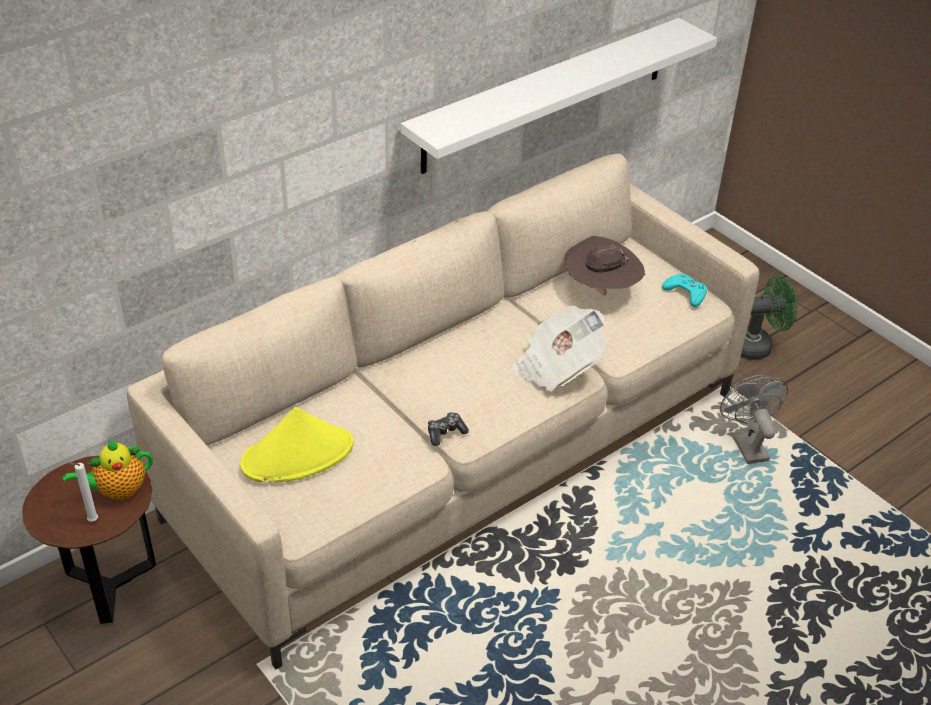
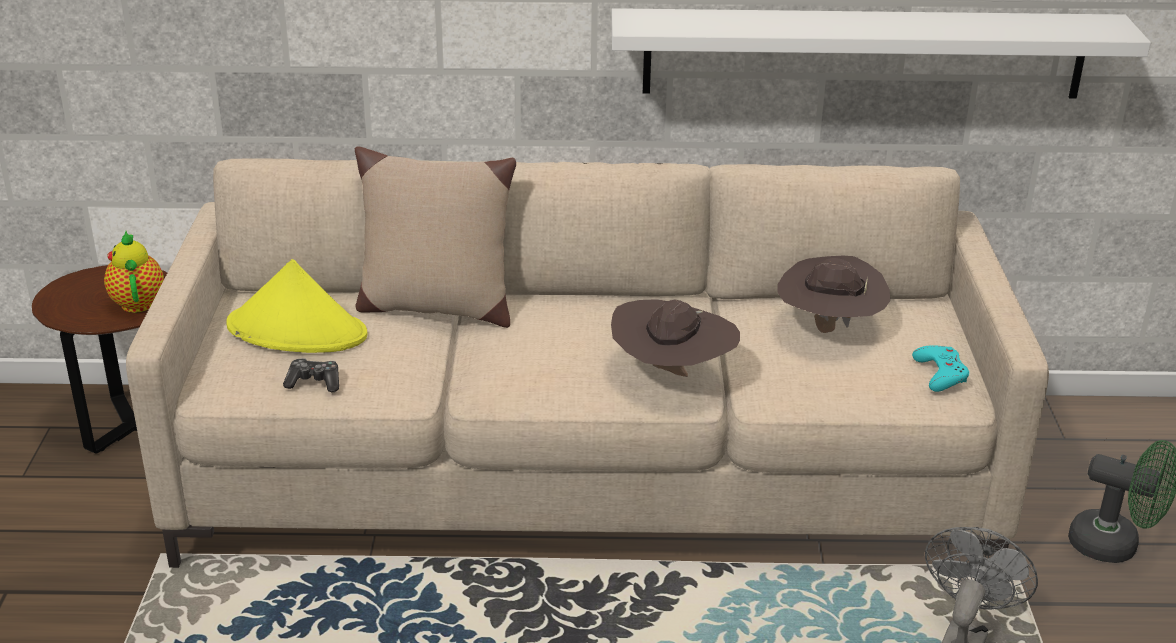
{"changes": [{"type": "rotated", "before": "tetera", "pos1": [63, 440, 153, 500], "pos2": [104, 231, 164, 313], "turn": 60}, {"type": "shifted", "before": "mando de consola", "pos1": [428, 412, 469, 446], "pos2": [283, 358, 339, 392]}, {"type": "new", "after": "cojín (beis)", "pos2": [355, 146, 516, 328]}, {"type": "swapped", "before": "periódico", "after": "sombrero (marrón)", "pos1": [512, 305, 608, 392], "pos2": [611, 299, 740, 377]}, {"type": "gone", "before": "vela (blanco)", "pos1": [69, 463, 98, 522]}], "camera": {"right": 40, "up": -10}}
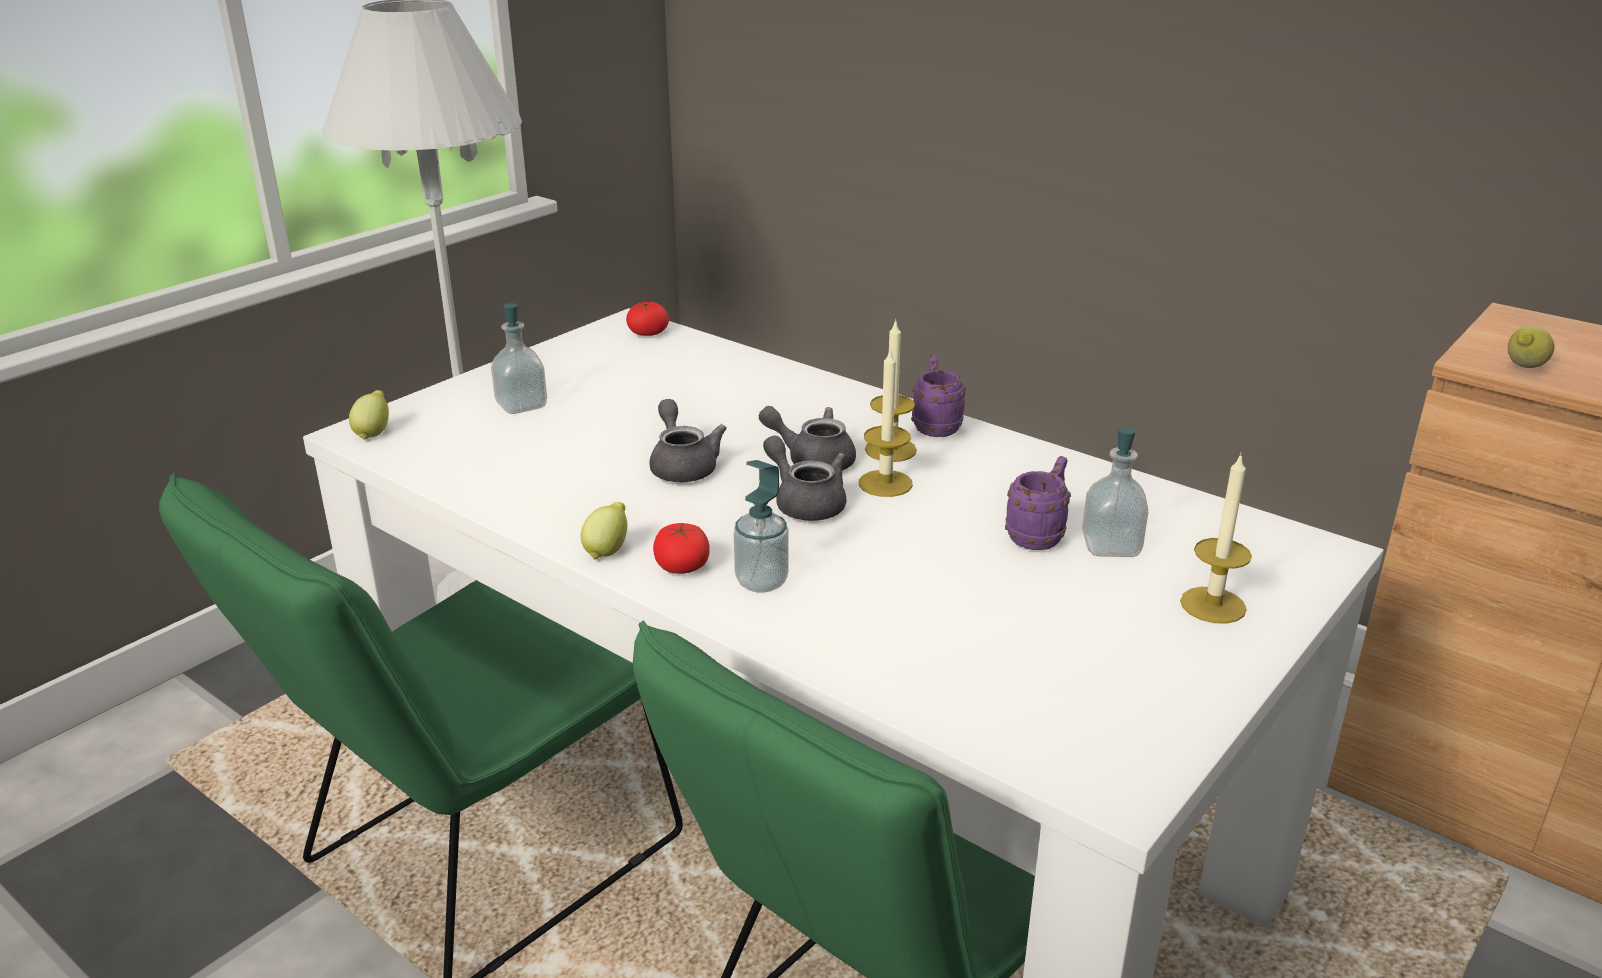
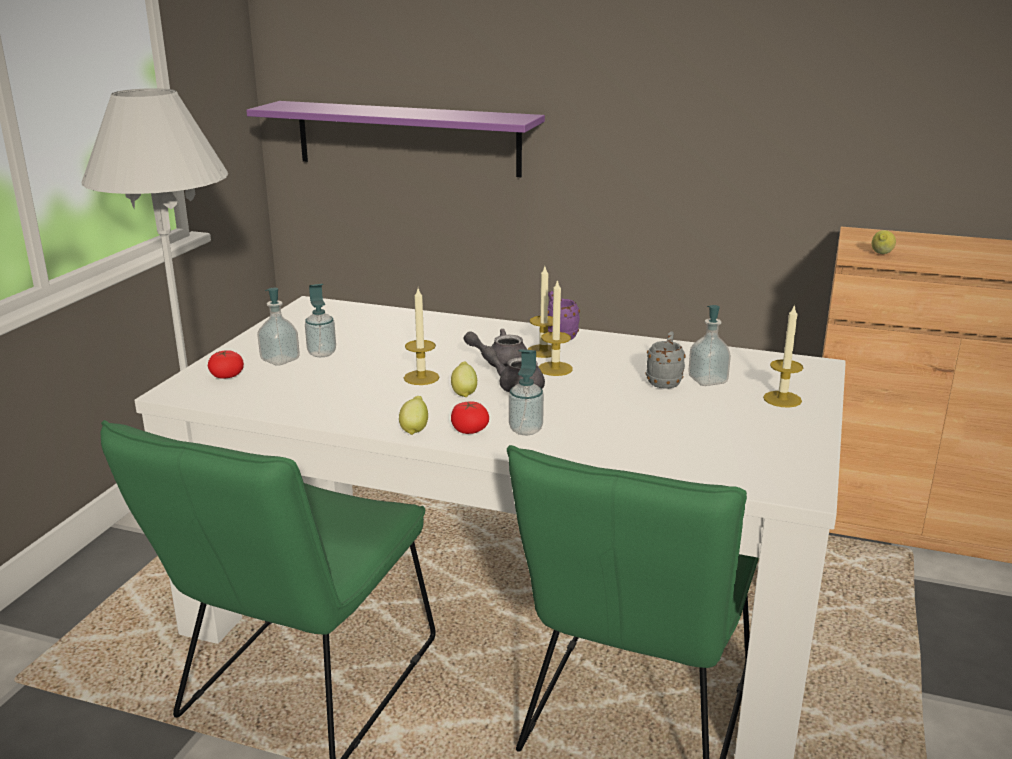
{"changes": [{"type": "shifted", "before": "tomate", "pos1": [626, 302, 669, 336], "pos2": [208, 350, 244, 379]}, {"type": "new", "after": "estante (morado)", "pos2": [246, 101, 545, 177]}, {"type": "new", "after": "dispensador de jabón", "pos2": [305, 284, 336, 357]}, {"type": "swapped", "before": "tetera (gris)", "after": "vela", "pos1": [649, 399, 727, 482], "pos2": [404, 288, 439, 385]}, {"type": "shifted", "before": "limón", "pos1": [349, 390, 389, 440], "pos2": [451, 362, 477, 397]}, {"type": "repainted", "before": "taza grande (morado)", "after": "taza grande (gris)", "pos1": [1005, 456, 1071, 550], "pos2": [646, 331, 686, 389]}], "camera": {"right": -20, "up": -5}}
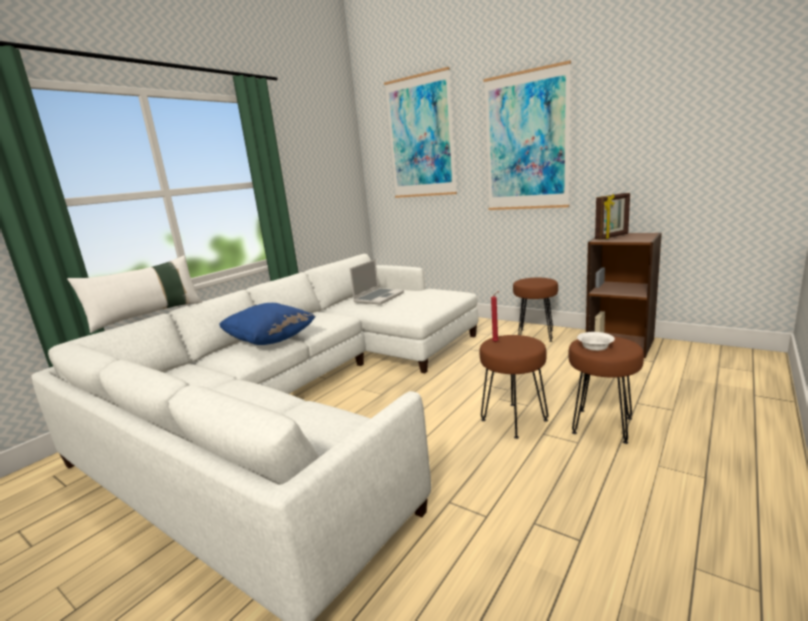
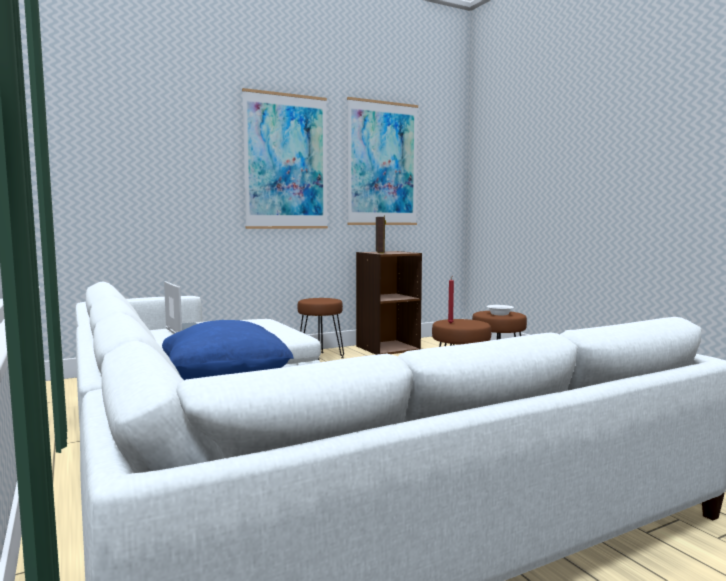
{"changes": [{"type": "shifted", "before": "cuadro", "pos1": [384, 67, 457, 198], "pos2": [347, 97, 418, 225]}, {"type": "gone", "before": "cojín (blanco)", "pos1": [67, 255, 202, 333]}], "camera": {"right": -65, "up": -10}}
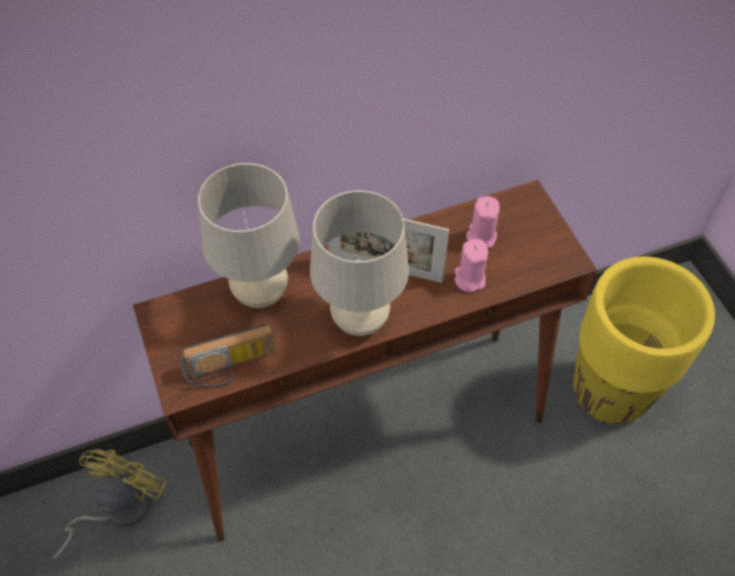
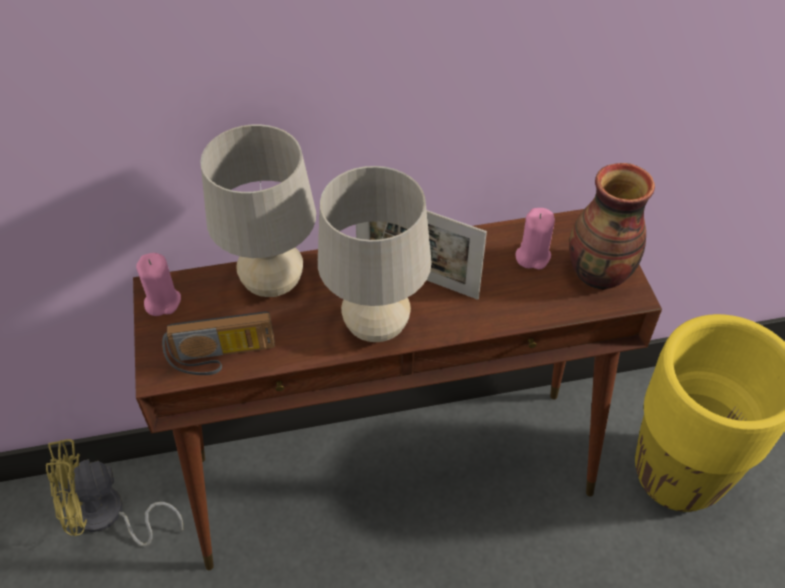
{"changes": [{"type": "rotated", "before": "ventilador (amarillo)", "pos1": [53, 449, 167, 559], "pos2": [46, 439, 183, 547], "turn": -135}, {"type": "shifted", "before": "vela (rosa)", "pos1": [454, 239, 488, 292], "pos2": [136, 253, 181, 316]}, {"type": "new", "after": "florero", "pos2": [569, 163, 655, 290]}], "camera": {"right": 10, "up": -5}}
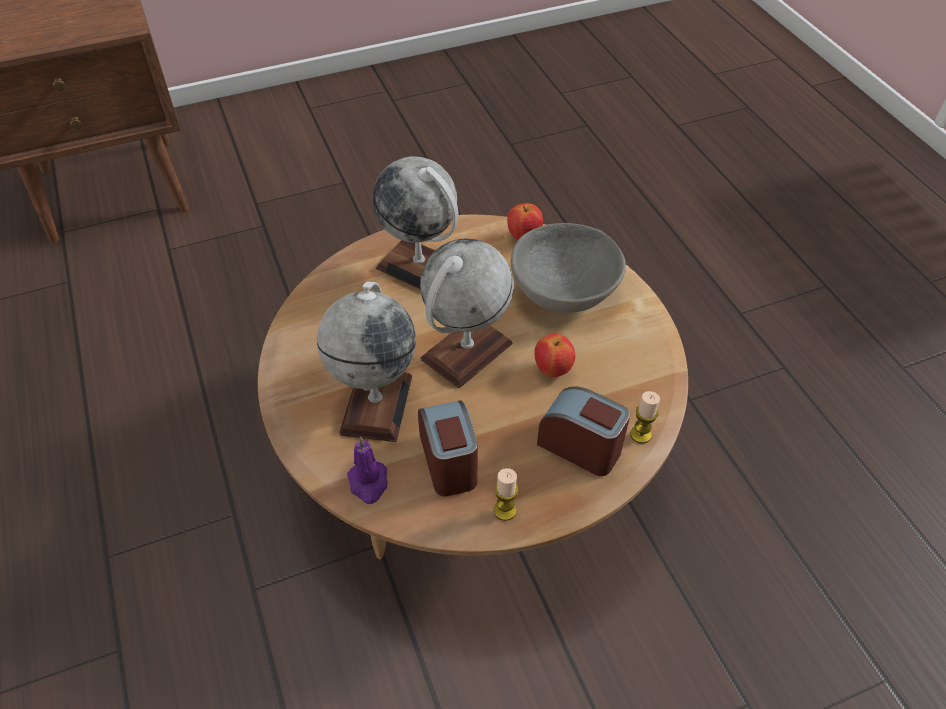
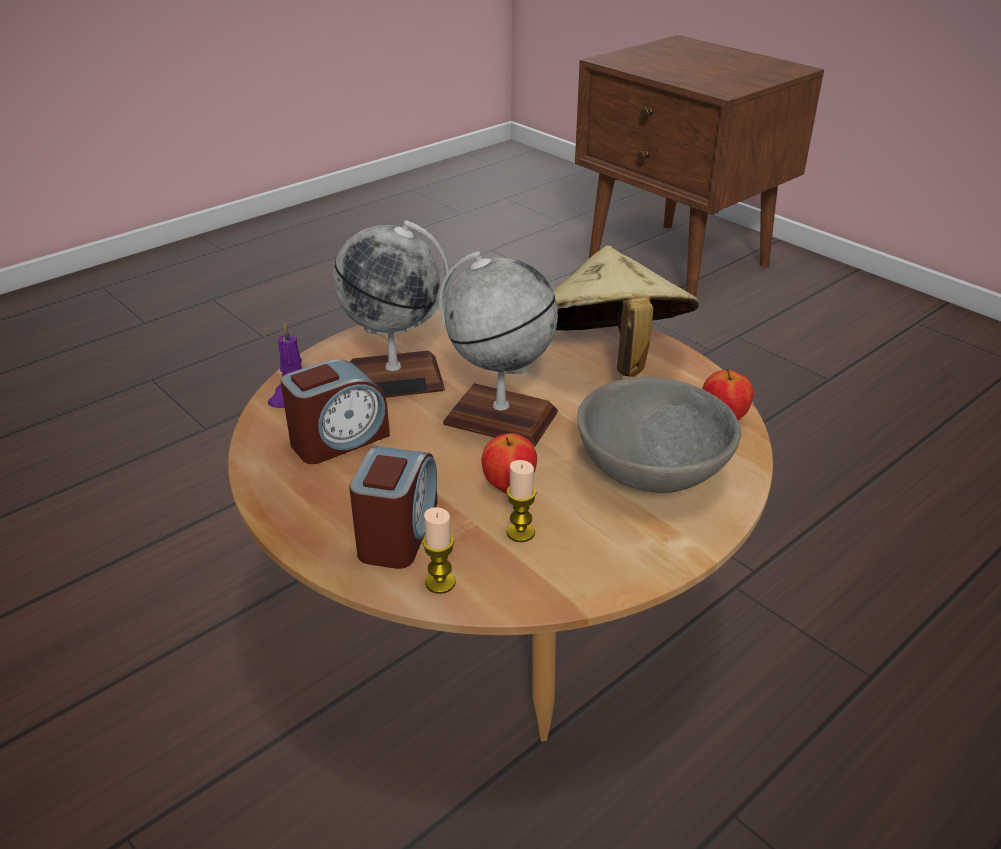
{"changes": [{"type": "shifted", "before": "vela", "pos1": [494, 468, 518, 521], "pos2": [506, 460, 537, 542]}, {"type": "swapped", "before": "globo terráqueo", "after": "sombrero (beis)", "pos1": [372, 157, 459, 290], "pos2": [553, 246, 699, 377]}], "camera": {"right": 70, "up": -15}}
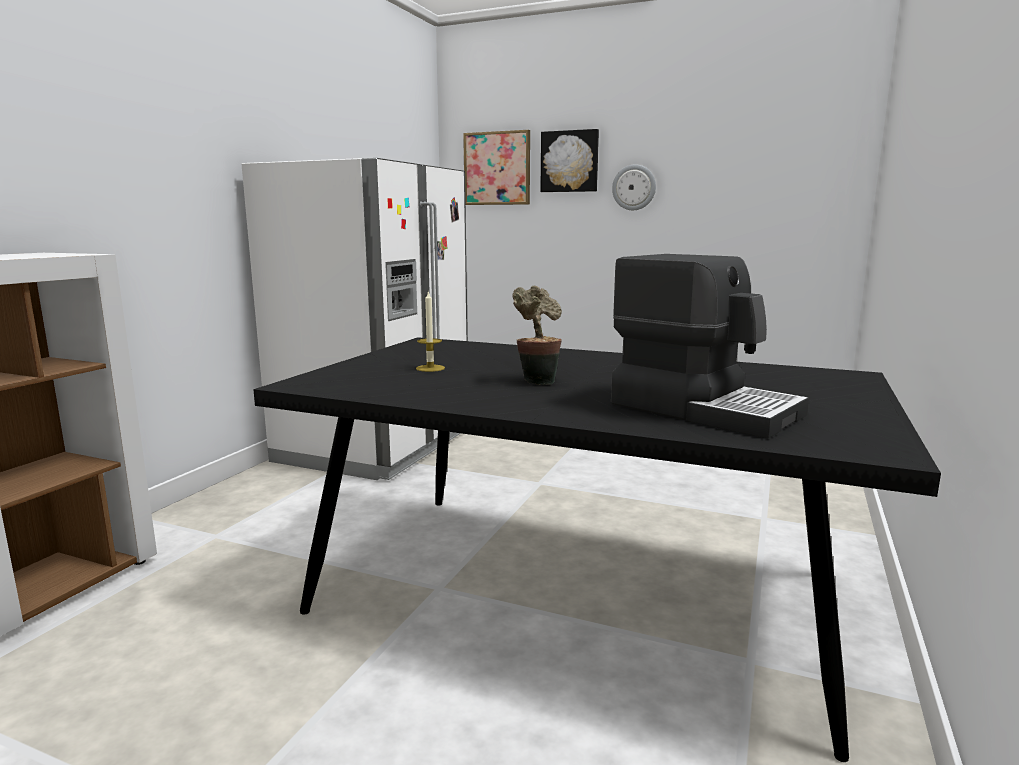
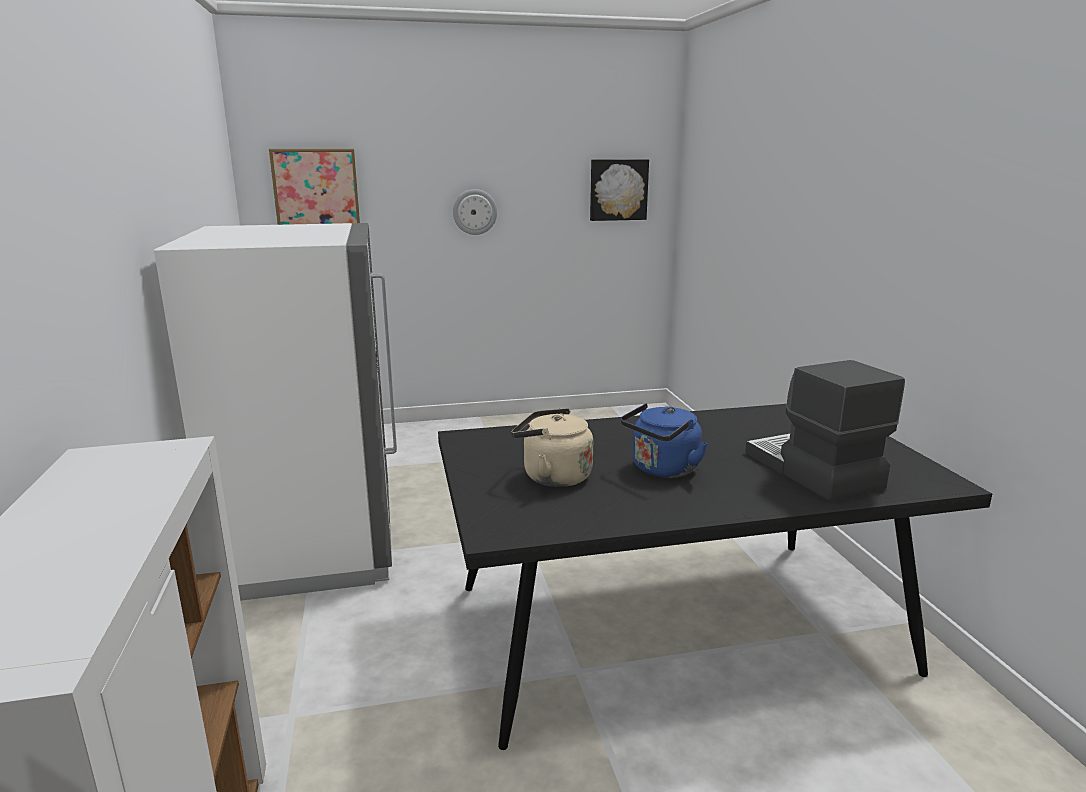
{"changes": [{"type": "swapped", "before": "vela", "after": "hervidor (beis)", "pos1": [416, 292, 445, 372], "pos2": [511, 408, 593, 487]}, {"type": "shifted", "before": "cuadro", "pos1": [540, 129, 599, 192], "pos2": [590, 159, 649, 221]}, {"type": "swapped", "before": "planta en maceta", "after": "hervidor (azul)", "pos1": [512, 286, 562, 385], "pos2": [621, 403, 708, 478]}, {"type": "rotated", "before": "cafetera", "pos1": [611, 254, 809, 438], "pos2": [745, 360, 905, 501], "turn": -120}], "camera": {"right": -35, "up": 5}}
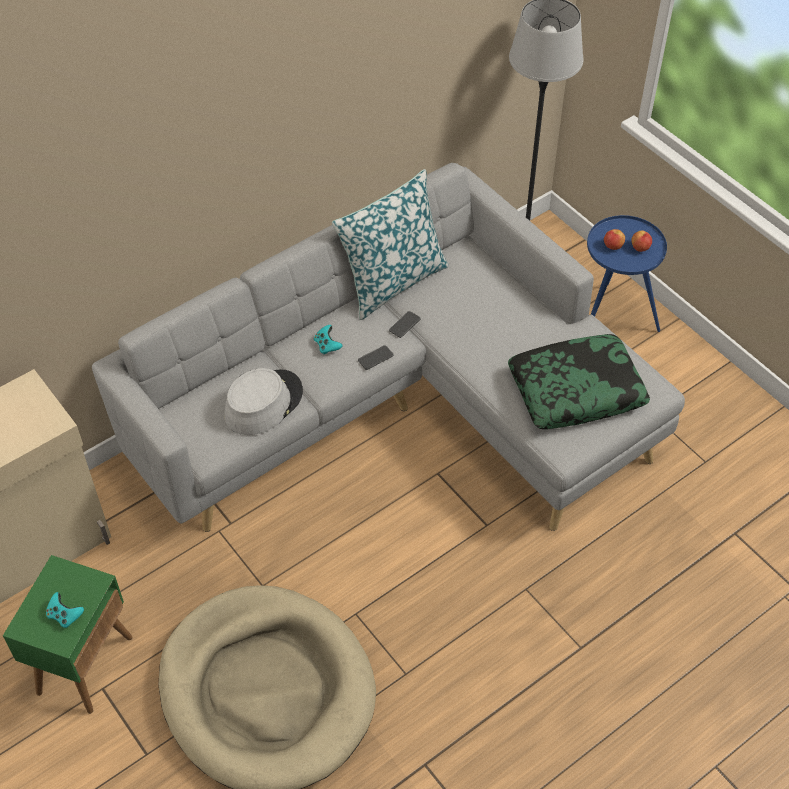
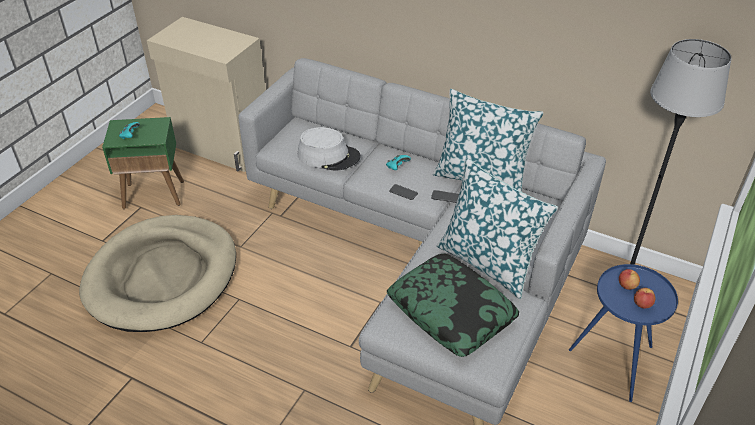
{"changes": [{"type": "new", "after": "cojín", "pos2": [437, 158, 558, 299]}], "camera": {"right": 65, "up": -10}}
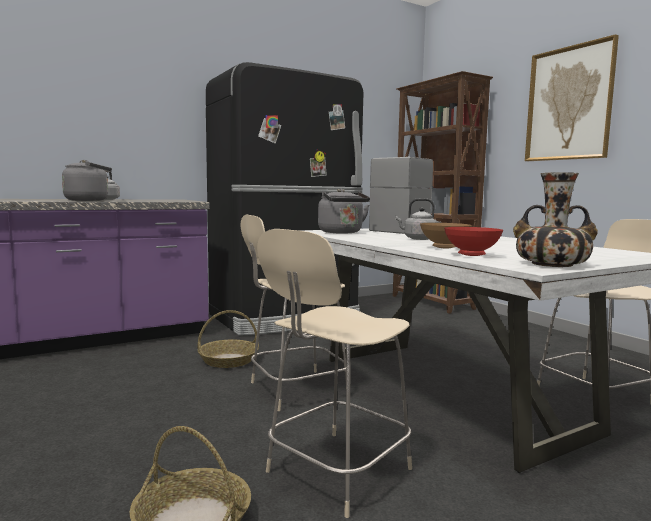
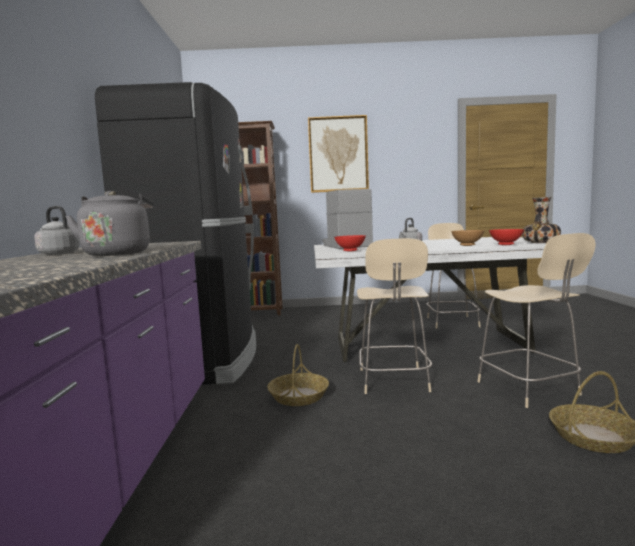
{"changes": [{"type": "swapped", "before": "hervidor (gris)", "after": "cuenco (rojo)", "pos1": [318, 189, 370, 234], "pos2": [334, 235, 366, 251]}], "camera": {"right": -60, "up": 0}}
